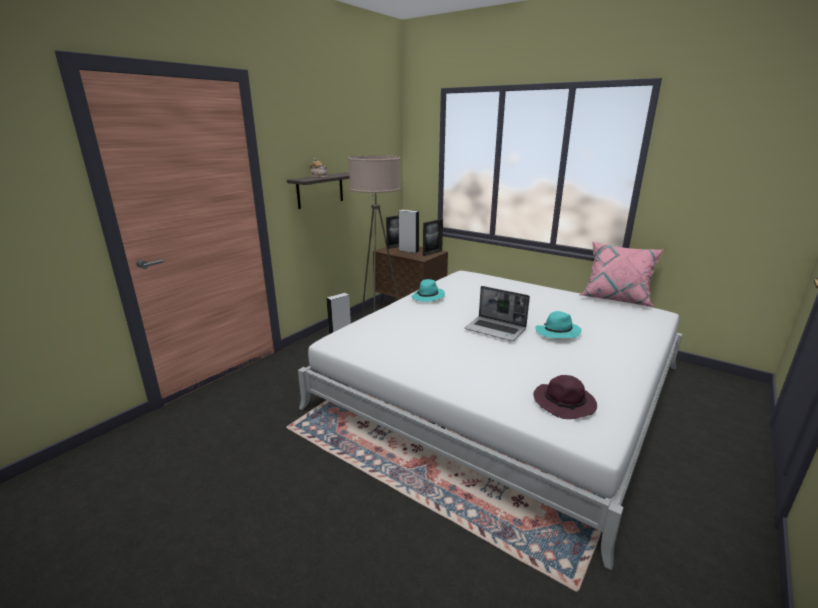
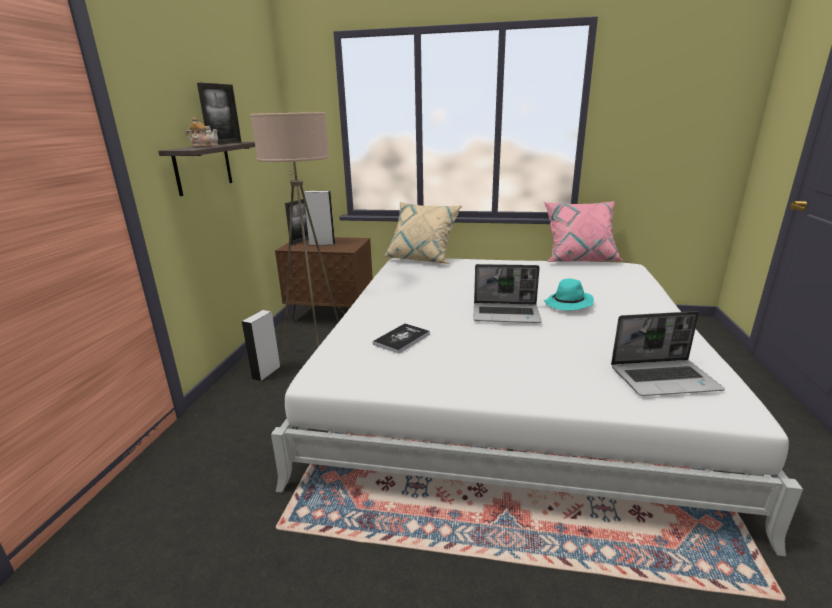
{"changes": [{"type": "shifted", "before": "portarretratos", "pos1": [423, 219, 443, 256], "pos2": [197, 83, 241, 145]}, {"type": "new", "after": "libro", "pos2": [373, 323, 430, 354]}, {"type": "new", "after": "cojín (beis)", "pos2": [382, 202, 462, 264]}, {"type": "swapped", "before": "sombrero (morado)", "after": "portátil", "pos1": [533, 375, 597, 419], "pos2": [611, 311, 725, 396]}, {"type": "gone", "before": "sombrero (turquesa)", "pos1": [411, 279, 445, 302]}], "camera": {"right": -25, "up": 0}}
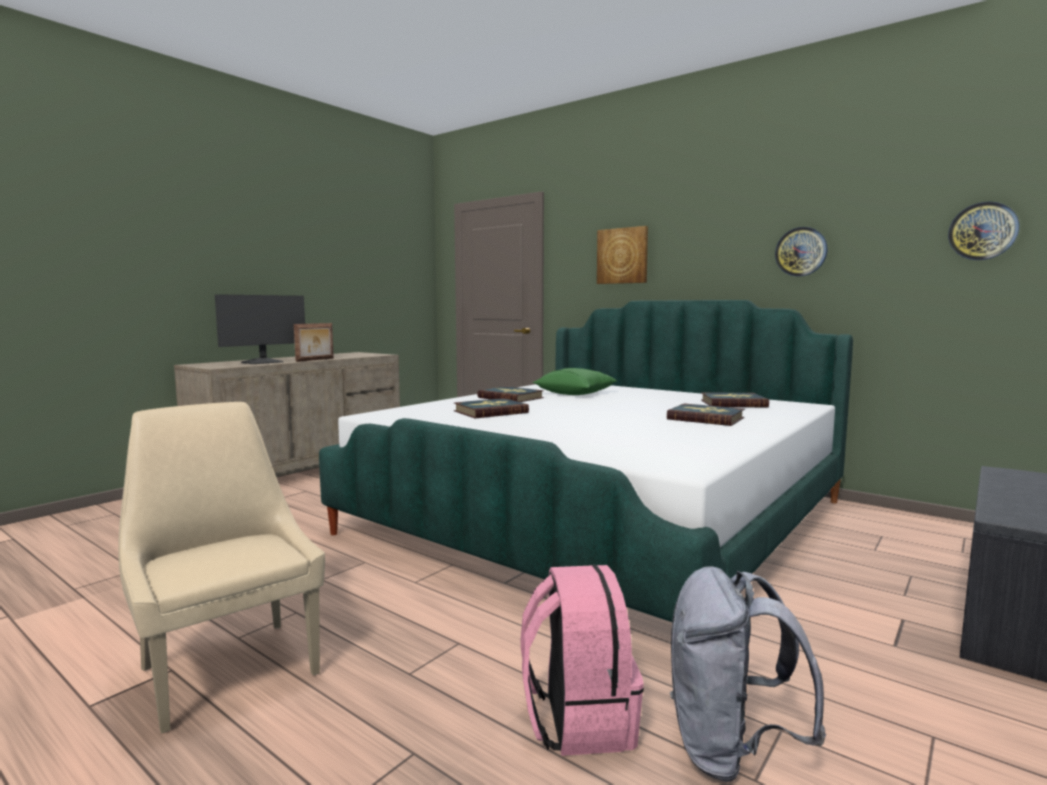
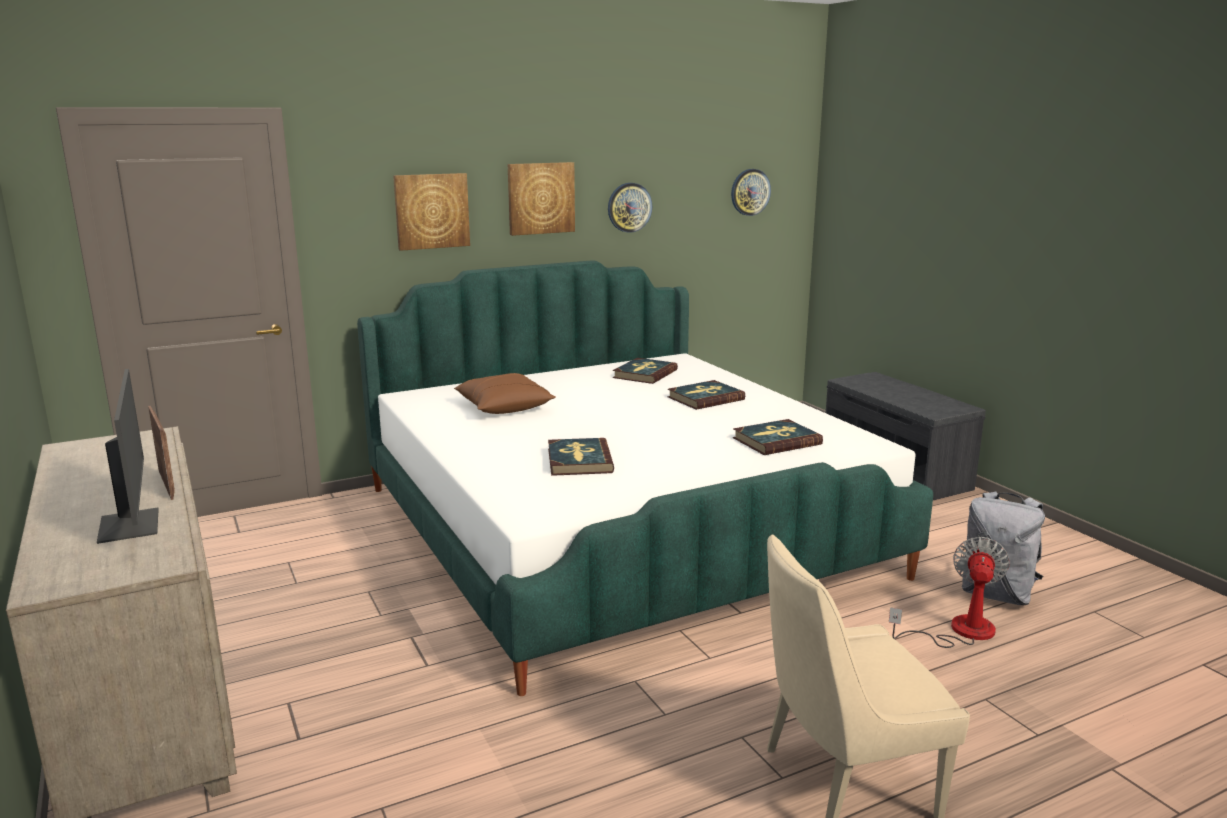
{"changes": [{"type": "repainted", "before": "cojín (verde)", "after": "cojín (marrón)", "pos1": [533, 368, 617, 395], "pos2": [454, 373, 556, 414]}, {"type": "new", "after": "cuadro", "pos2": [508, 162, 575, 236]}, {"type": "shifted", "before": "libro", "pos1": [477, 386, 544, 402], "pos2": [733, 419, 823, 455]}, {"type": "swapped", "before": "mochila (rosa)", "after": "ventilador", "pos1": [521, 565, 644, 756], "pos2": [889, 537, 1010, 648]}], "camera": {"right": -65, "up": 10}}
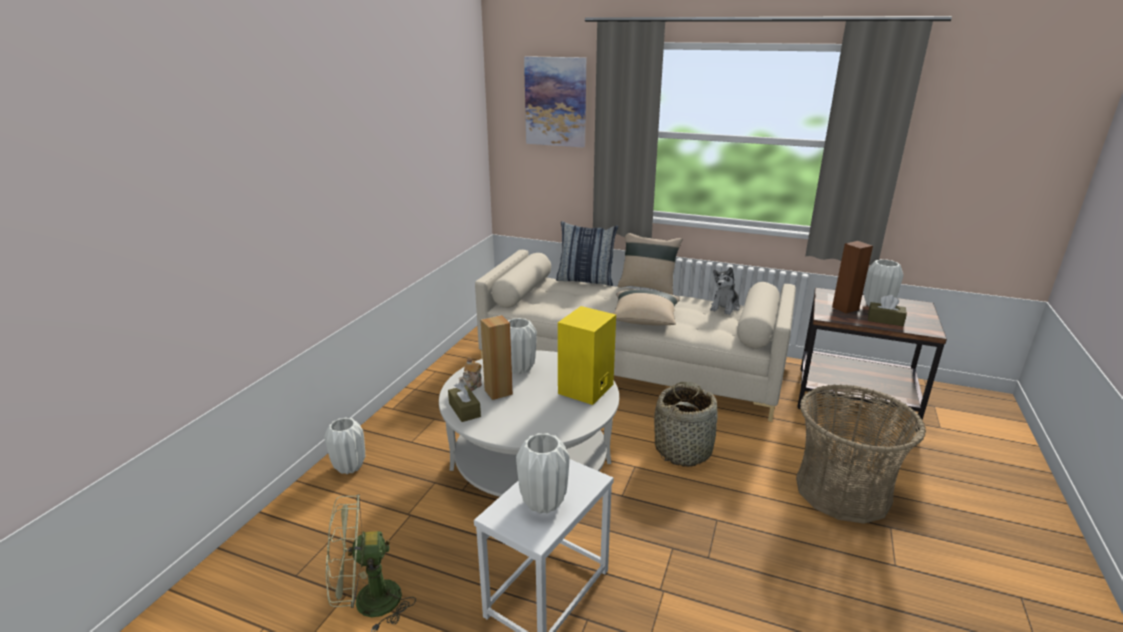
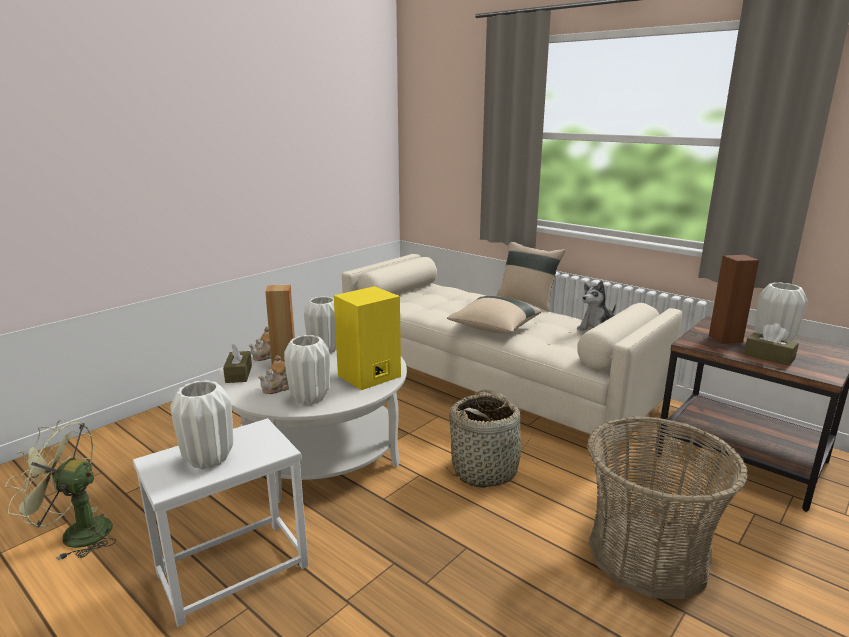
{"changes": [{"type": "new", "after": "tetera", "pos2": [258, 355, 289, 394]}, {"type": "shifted", "before": "florero (blanco)", "pos1": [324, 418, 365, 474], "pos2": [284, 335, 330, 405]}, {"type": "gone", "before": "cuadro", "pos1": [524, 56, 586, 148]}, {"type": "gone", "before": "cojín", "pos1": [556, 221, 618, 286]}], "camera": {"right": 20, "up": -5}}
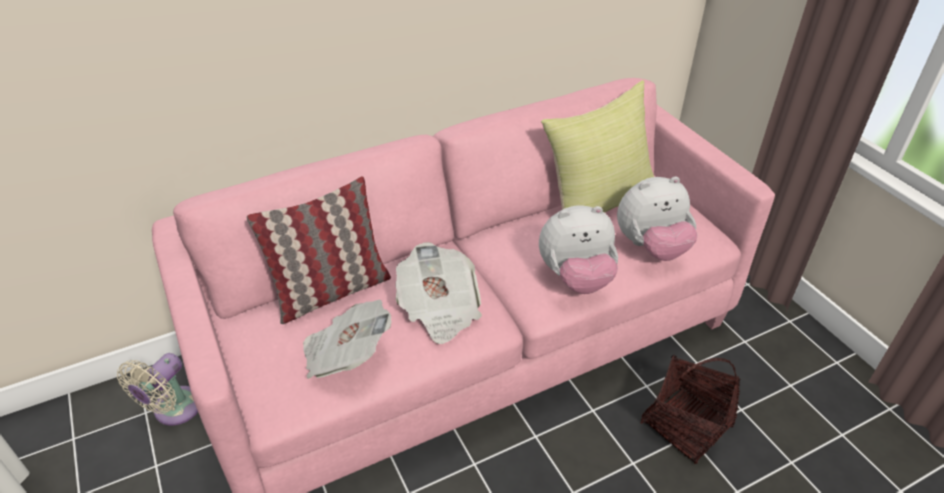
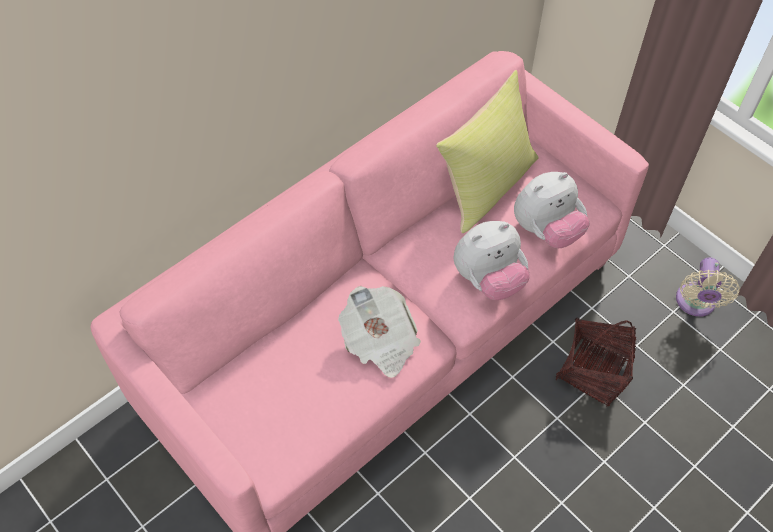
{"changes": [{"type": "shifted", "before": "ventilador (beis)", "pos1": [117, 353, 198, 426], "pos2": [676, 258, 740, 317]}, {"type": "gone", "before": "cojín", "pos1": [247, 176, 391, 324]}, {"type": "gone", "before": "periódico", "pos1": [303, 300, 392, 379]}], "camera": {"right": -15, "up": 15}}
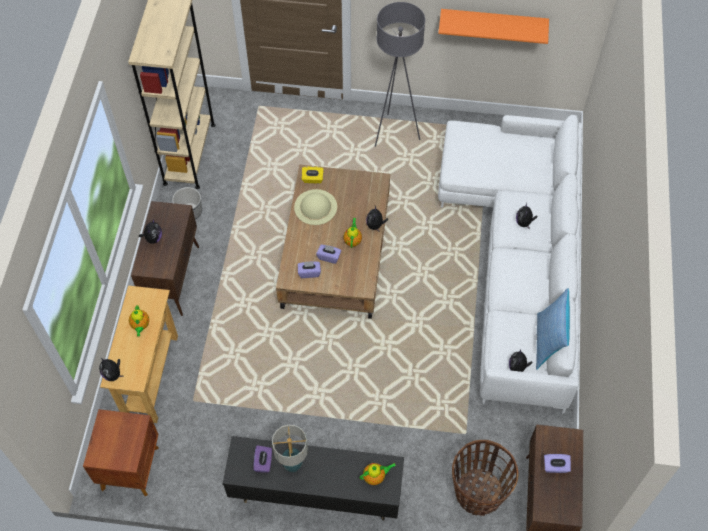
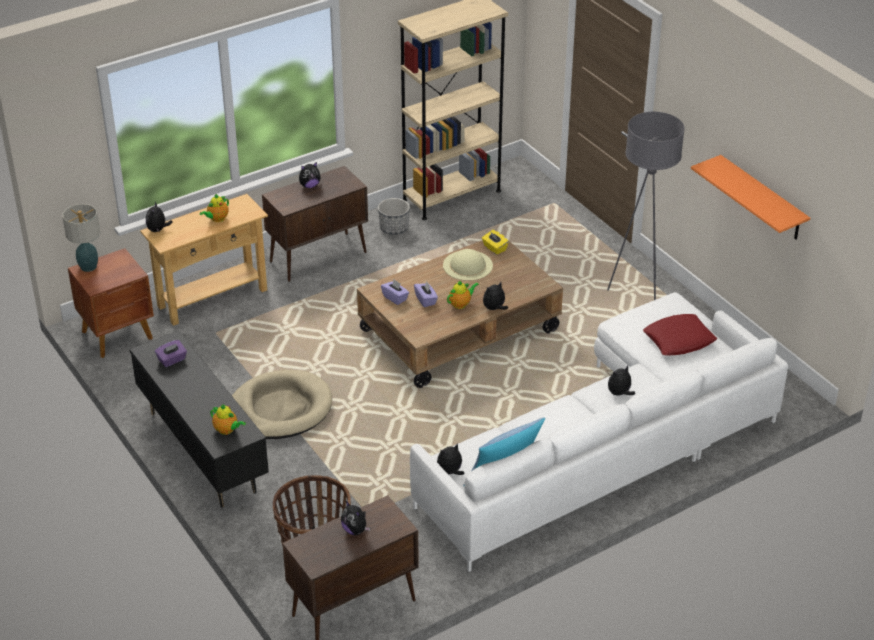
{"changes": [{"type": "shifted", "before": "lámpara de mesa", "pos1": [272, 425, 308, 472], "pos2": [62, 204, 100, 272]}, {"type": "new", "after": "cama para perro (beis)", "pos2": [232, 370, 332, 439]}, {"type": "swapped", "before": "caja de pañuelos (morado)", "after": "peluche", "pos1": [544, 454, 571, 473], "pos2": [341, 501, 370, 535]}, {"type": "new", "after": "cojín (rojo)", "pos2": [643, 314, 717, 356]}], "camera": {"right": 50, "up": -20}}
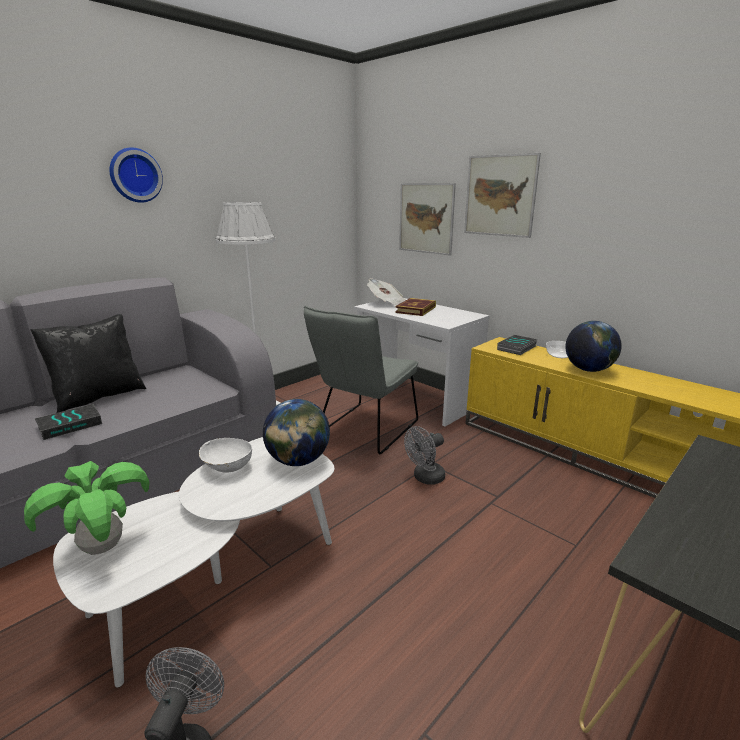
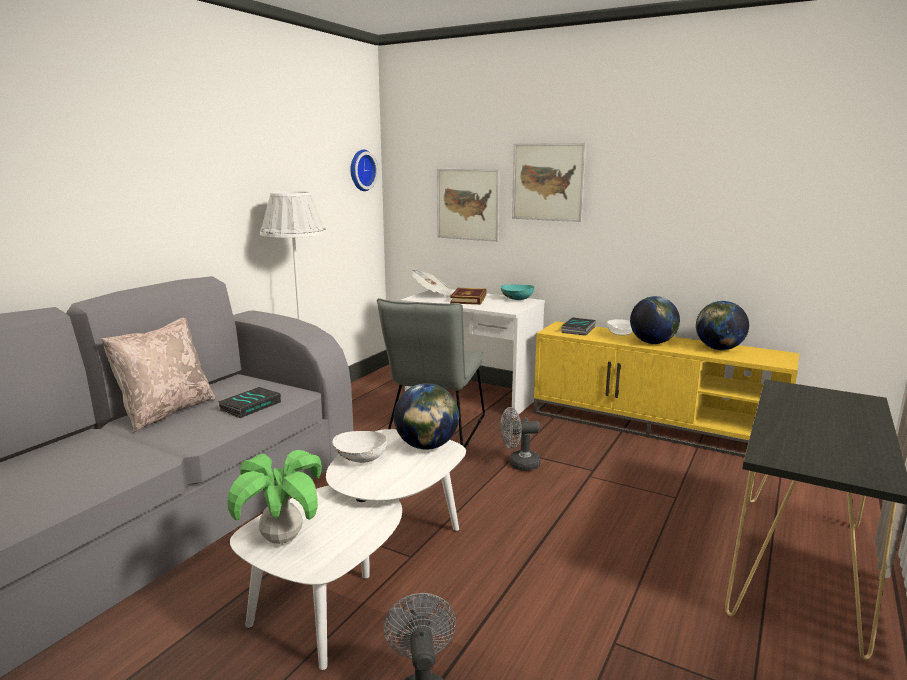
{"changes": [{"type": "repainted", "before": "cojín (negro)", "after": "cojín (beis)", "pos1": [30, 314, 146, 413], "pos2": [101, 318, 215, 432]}, {"type": "shifted", "before": "libro", "pos1": [35, 404, 102, 440], "pos2": [218, 387, 281, 418]}, {"type": "shifted", "before": "reloj de pared", "pos1": [110, 147, 163, 203], "pos2": [350, 150, 378, 191]}, {"type": "rotated", "before": "ventilador (gris)", "pos1": [404, 426, 445, 485], "pos2": [500, 407, 541, 471], "turn": 45}, {"type": "new", "after": "cuenco (turquesa)", "pos2": [501, 285, 534, 300]}, {"type": "new", "after": "globo terráqueo", "pos2": [696, 301, 749, 350]}], "camera": {"right": -15, "up": -5}}
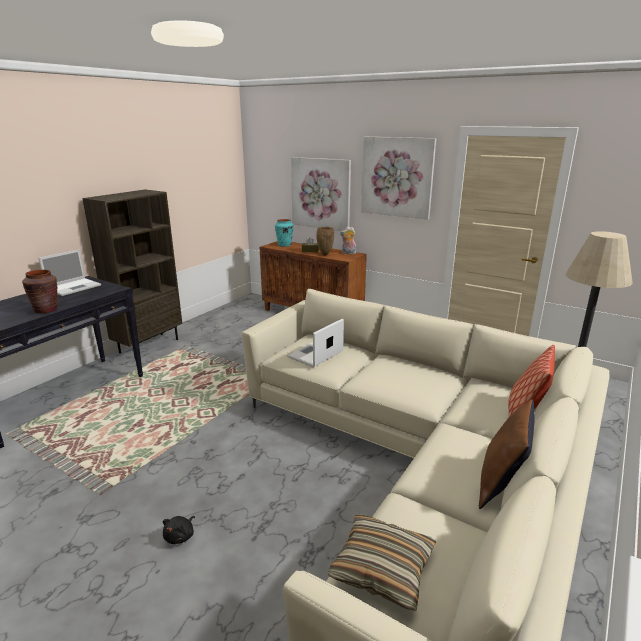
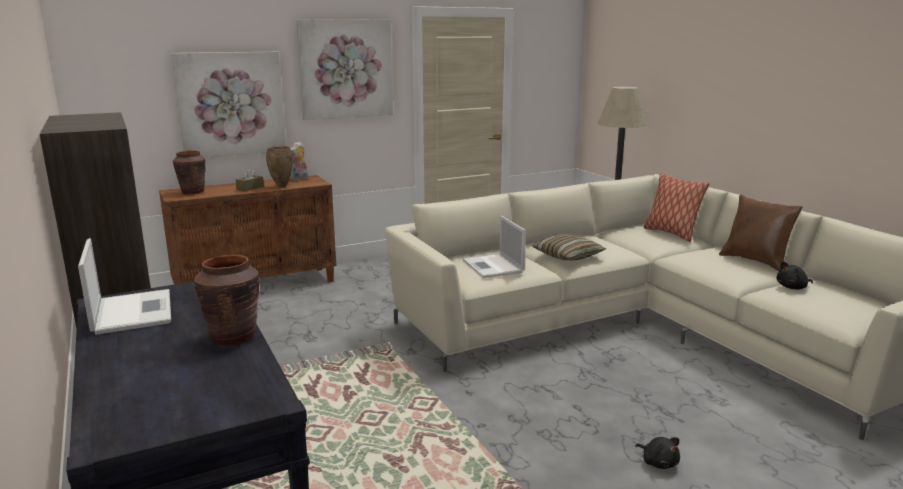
{"changes": [{"type": "repainted", "before": "florero (turquesa)", "after": "florero (marrón)", "pos1": [275, 219, 294, 247], "pos2": [173, 150, 206, 194]}, {"type": "shifted", "before": "cojín", "pos1": [328, 513, 436, 611], "pos2": [532, 234, 606, 260]}, {"type": "new", "after": "peluche (negro)", "pos2": [777, 261, 813, 289]}], "camera": {"right": -60, "up": -5}}
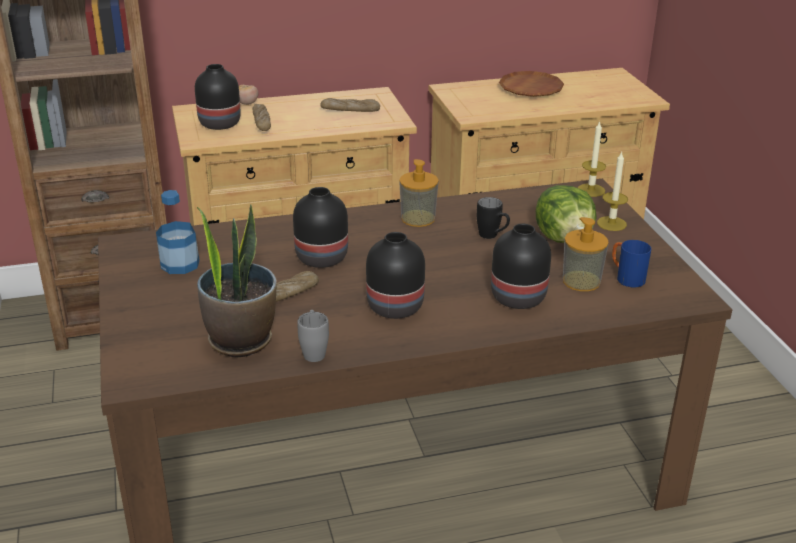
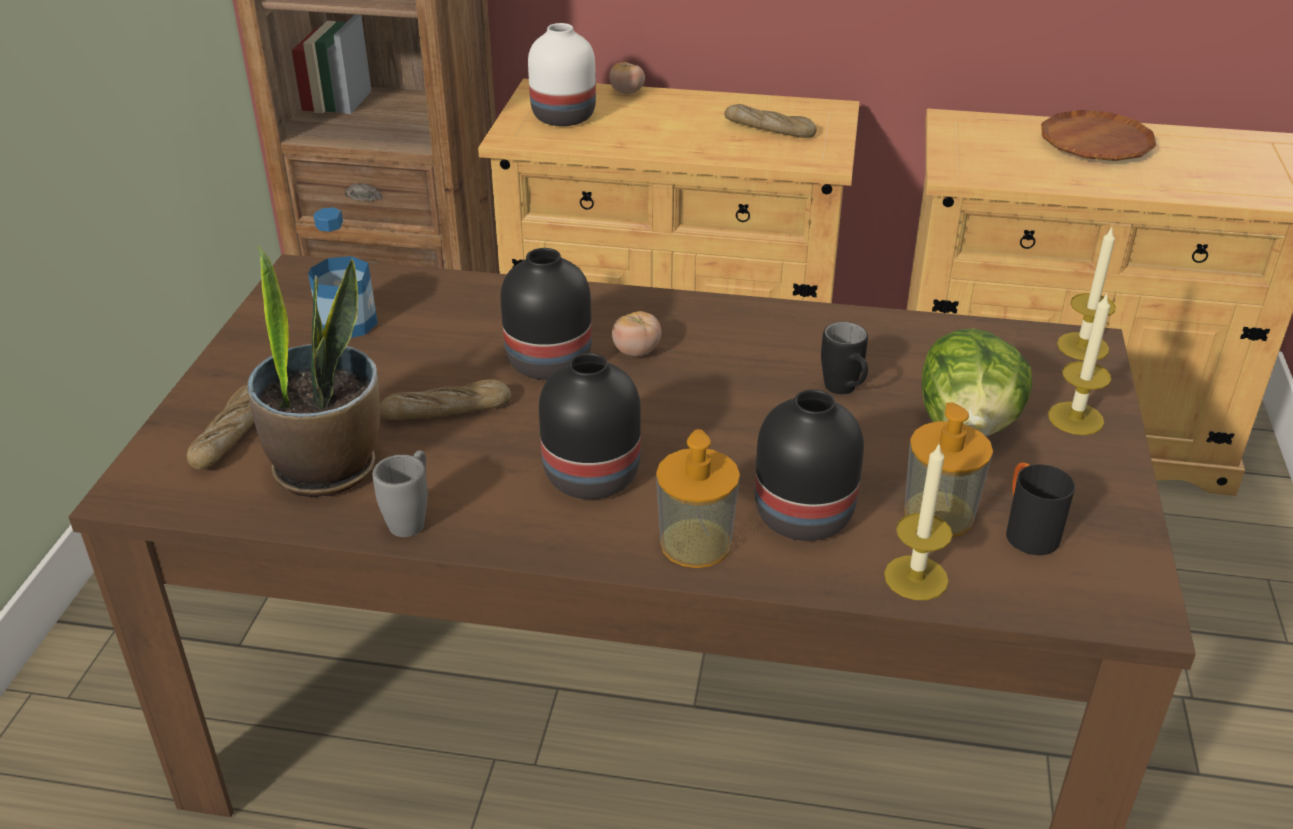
{"changes": [{"type": "shifted", "before": "pan", "pos1": [252, 104, 271, 131], "pos2": [187, 385, 254, 470]}, {"type": "repainted", "before": "florero (negro)", "after": "florero (blanco)", "pos1": [195, 64, 241, 130], "pos2": [528, 23, 596, 126]}, {"type": "new", "after": "tomate", "pos2": [612, 311, 661, 356]}, {"type": "shifted", "before": "dispensador de jabón", "pos1": [399, 159, 439, 227], "pos2": [656, 429, 740, 568]}, {"type": "new", "after": "vela", "pos2": [884, 442, 952, 600]}, {"type": "repainted", "before": "taza grande (azul)", "after": "taza grande (negro)", "pos1": [612, 240, 651, 288], "pos2": [1006, 462, 1075, 555]}], "camera": {"right": 25, "up": 5}}
